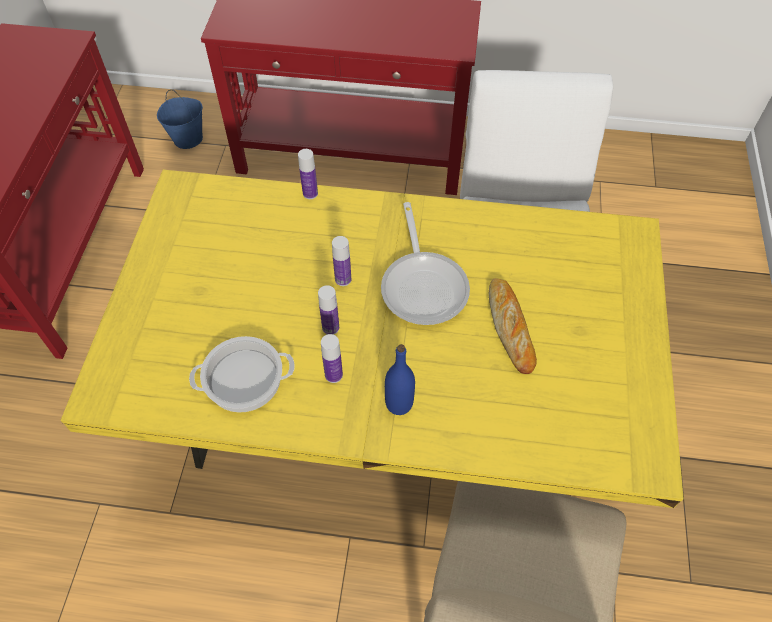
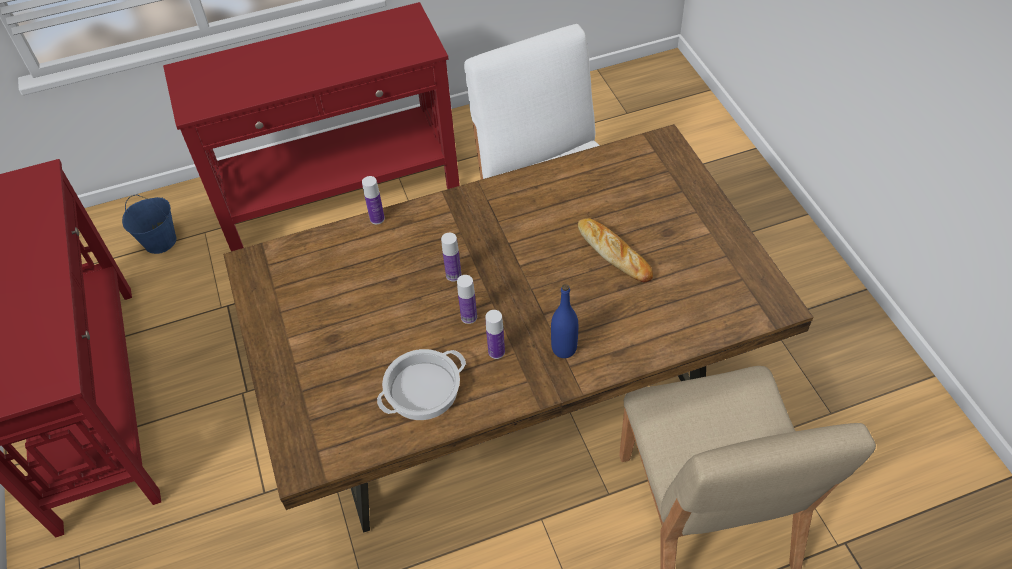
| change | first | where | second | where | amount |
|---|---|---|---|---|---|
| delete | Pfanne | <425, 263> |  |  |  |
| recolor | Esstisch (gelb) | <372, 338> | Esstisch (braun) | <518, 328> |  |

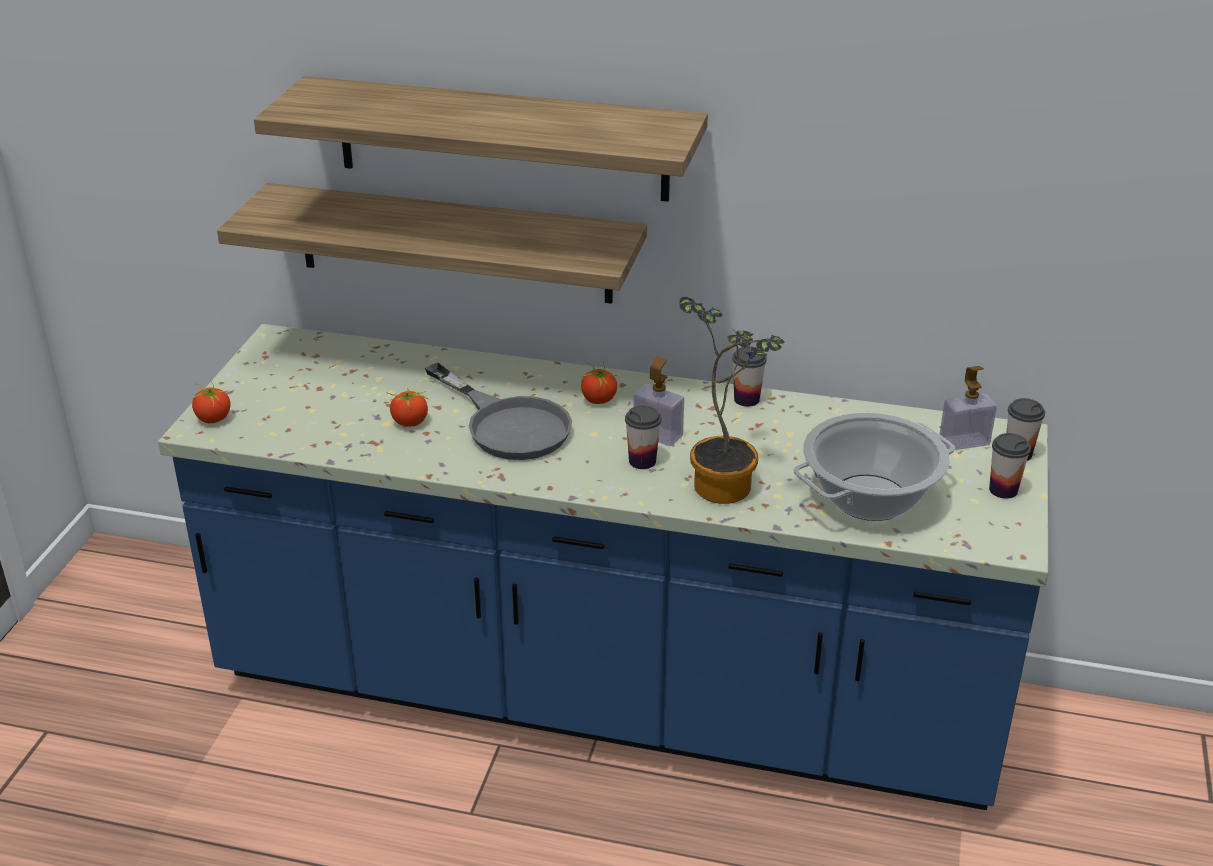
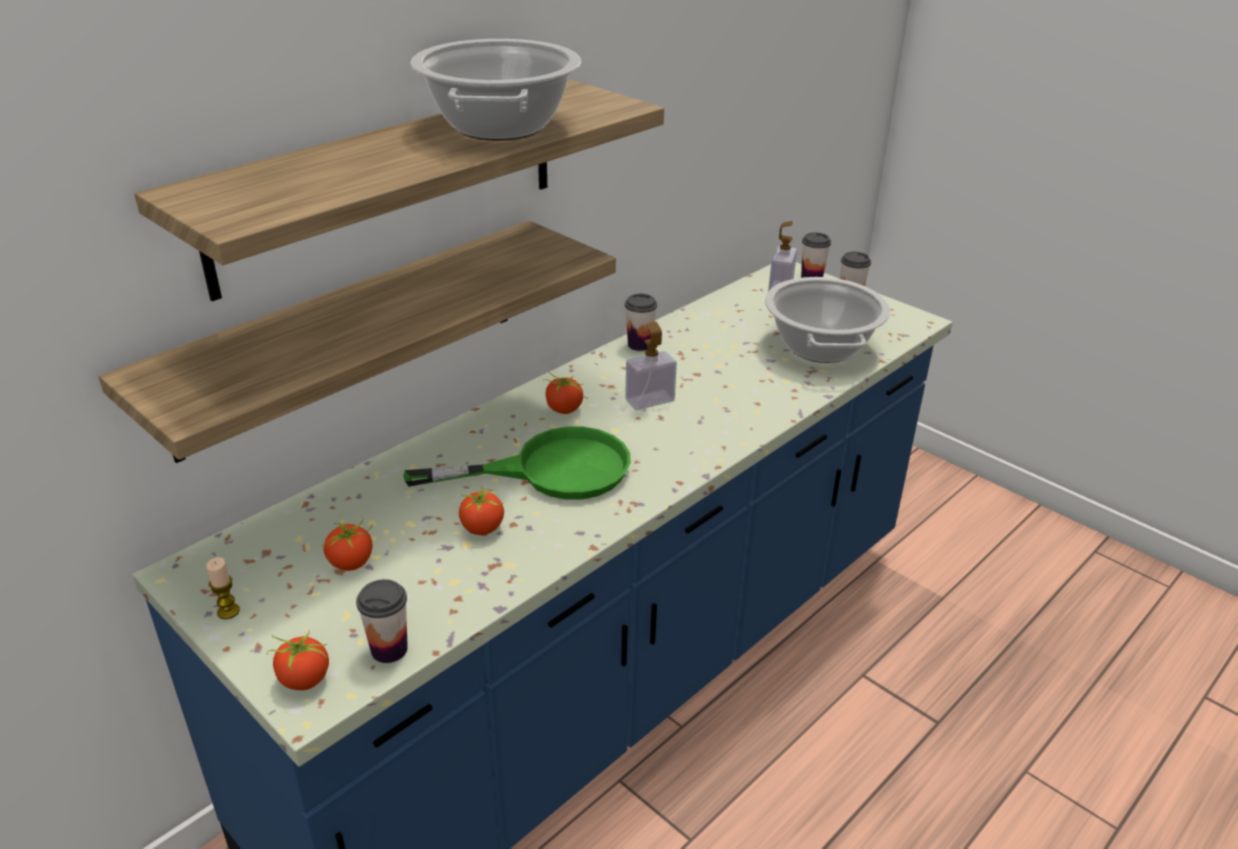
| change | first | where | second | where | amount |
|---|---|---|---|---|---|
| delete | Topfpflanze | <732, 400> |  |  |  |
| insert |  |  | Kerze | <223, 588> |  |
| insert |  |  | Tomate | <347, 543> |  |
| insert |  |  | Kochtopf | <495, 90> |  |
| move | Tasse | <643, 437> |  | <382, 621> |  |
| recolor | Pfanne (grau) | <498, 411> | Pfanne (grün) | <517, 463> |  |

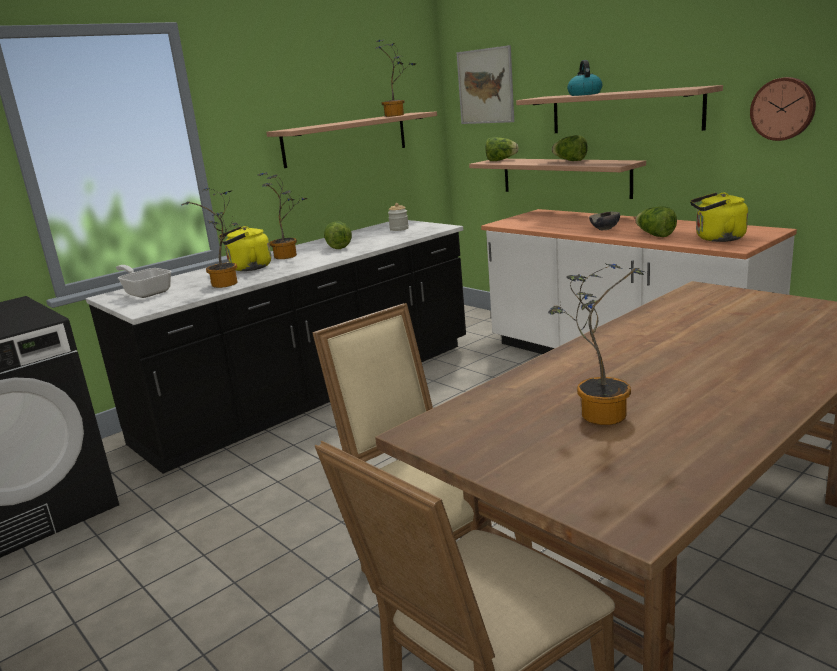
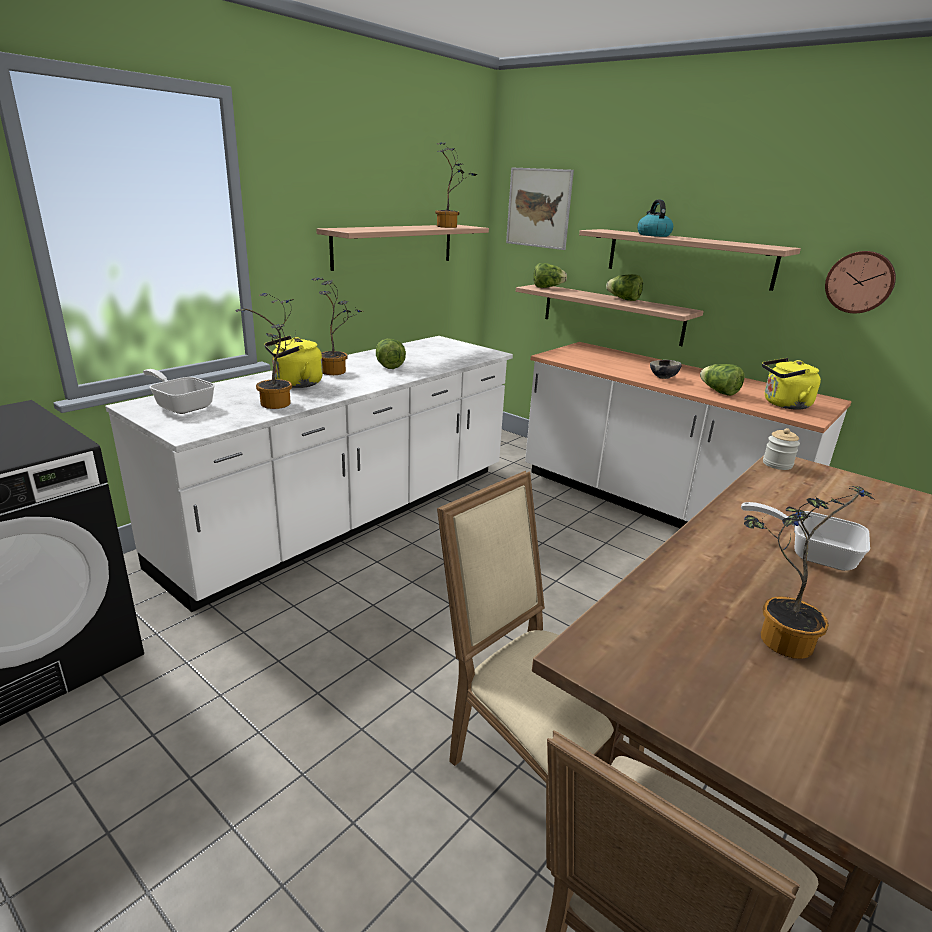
| change | first | where | second | where | amount |
|---|---|---|---|---|---|
| insert |  |  | Pfanne | <805, 536> |  |
| move | Vorratsglas | <398, 217> |  | <781, 449> |  |
| recolor | Küchenzeile (schwarz) | <276, 347> | Küchenzeile (weiß) | <309, 474> |  |

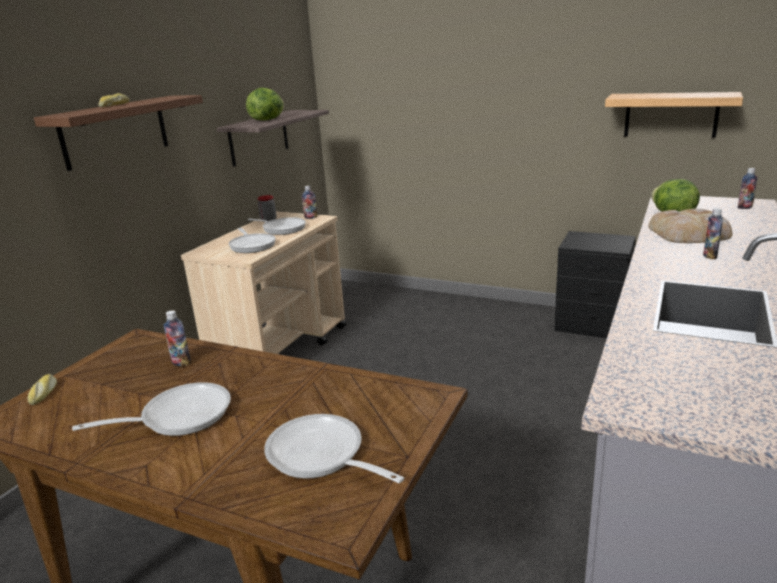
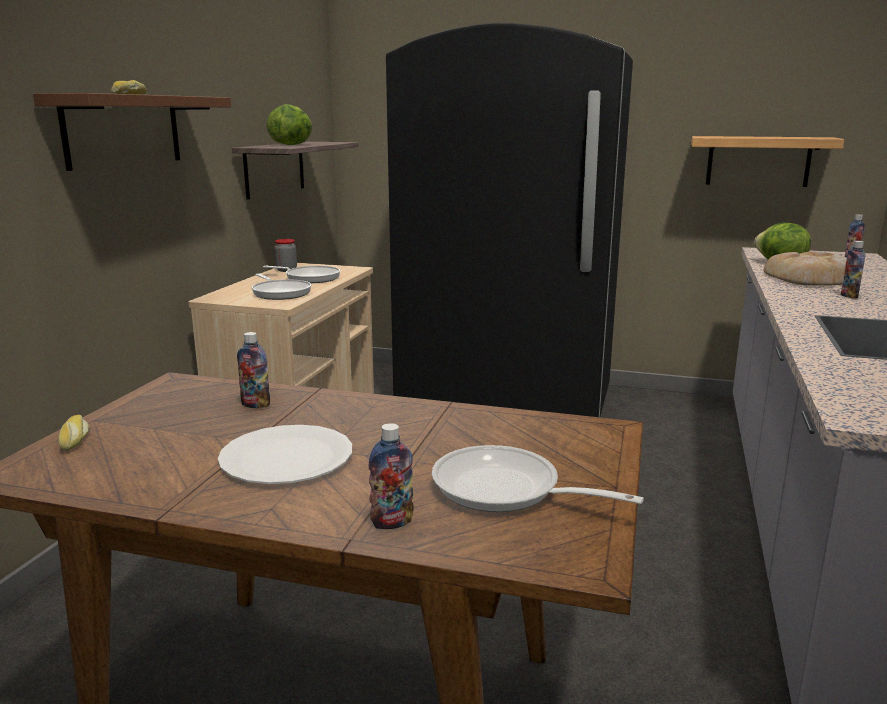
| change | first | where | second | where | amount |
|---|---|---|---|---|---|
| delete | Nachttisch (schwarz) | <595, 284> |  |  |  |
| insert |  |  | Kühlschrank (schwarz) | <509, 220> |  |
| move | Flasche | <310, 202> |  | <391, 476> |  |
| replace | Pfanne | <151, 409> | Teller (weiß) | <285, 454> |  |

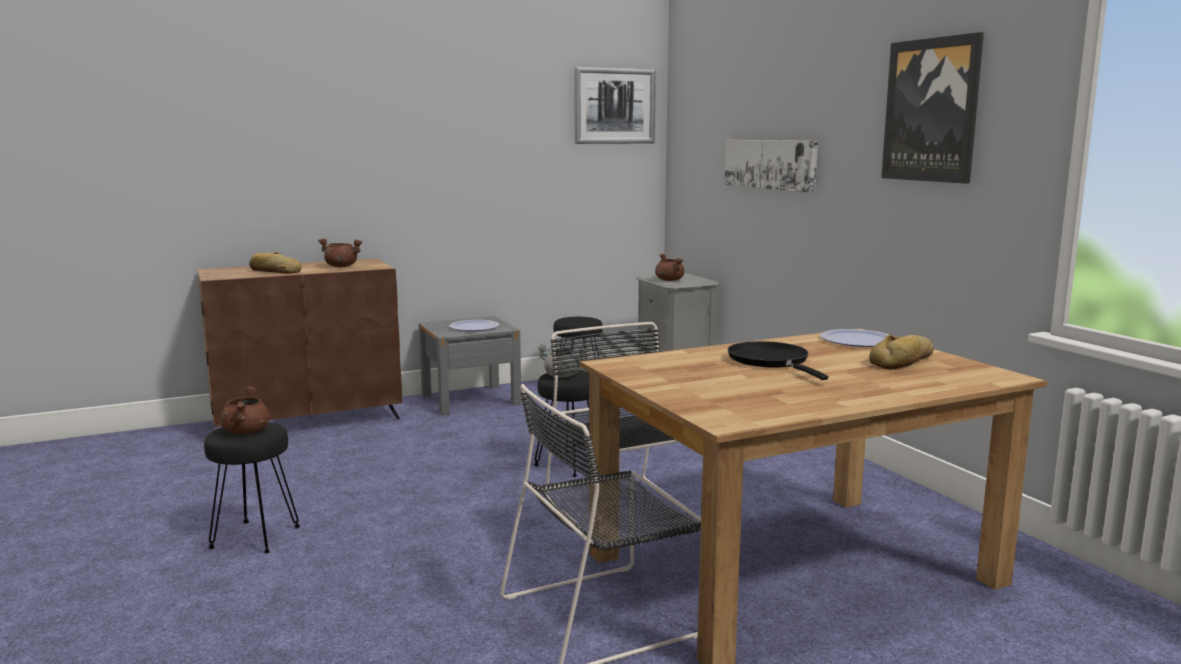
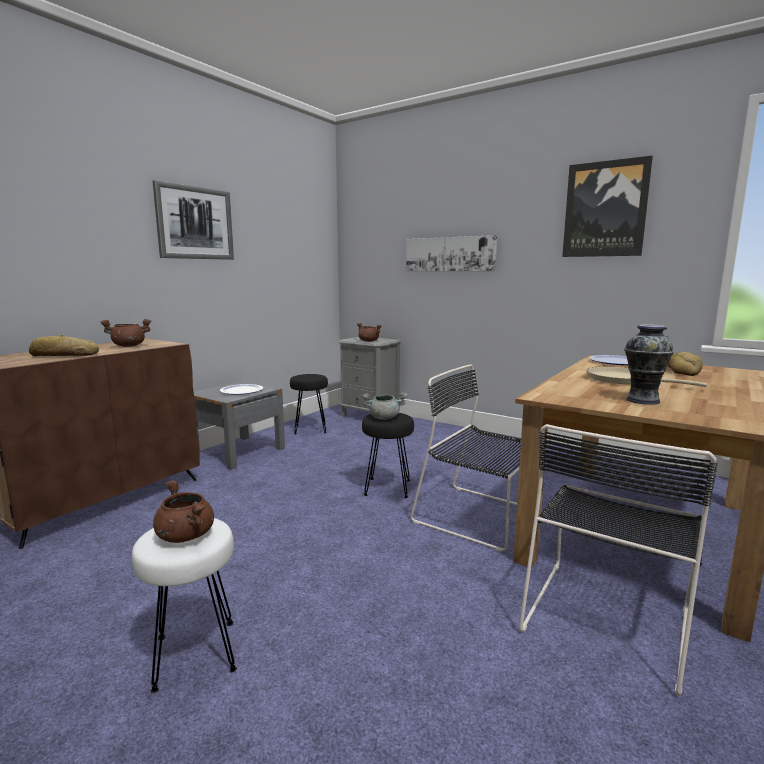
| change | first | where | second | where | amount |
|---|---|---|---|---|---|
| insert |  |  | Vase | <648, 364> |  |
| move | Bild | <615, 105> |  | <193, 220> |  |
| recolor | Hocker (schwarz) | <252, 488> | Hocker (weiß) | <184, 605> |  |
| recolor | Pfanne (schwarz) | <778, 360> | Pfanne (beige) | <647, 377> |  |

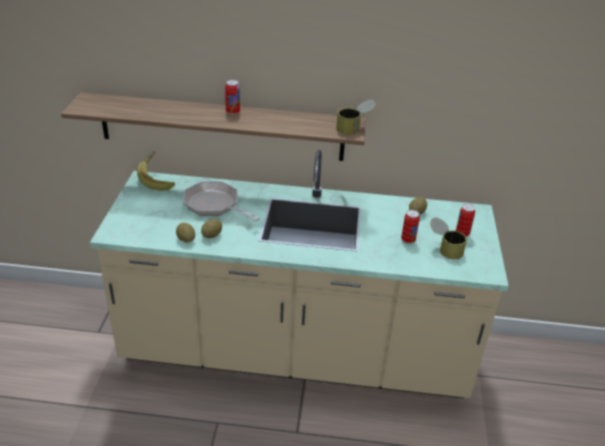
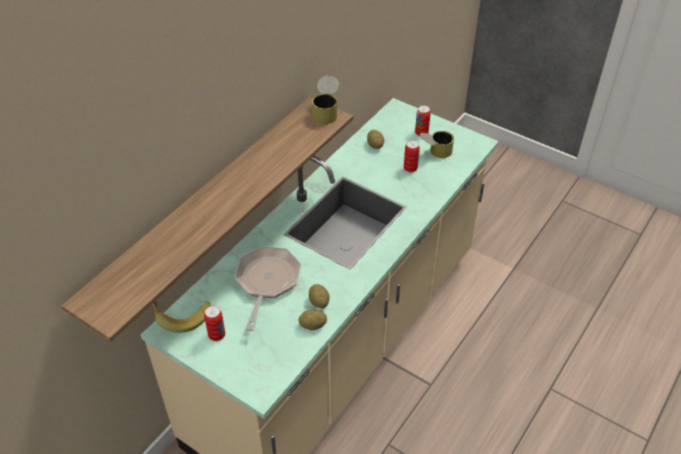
| change | first | where | second | where | amount |
|---|---|---|---|---|---|
| move | Dose | <232, 97> |  | <214, 323> |  |
| rotate | Pfanne | <221, 201> |  | <267, 288> | 120 degrees clockwise |

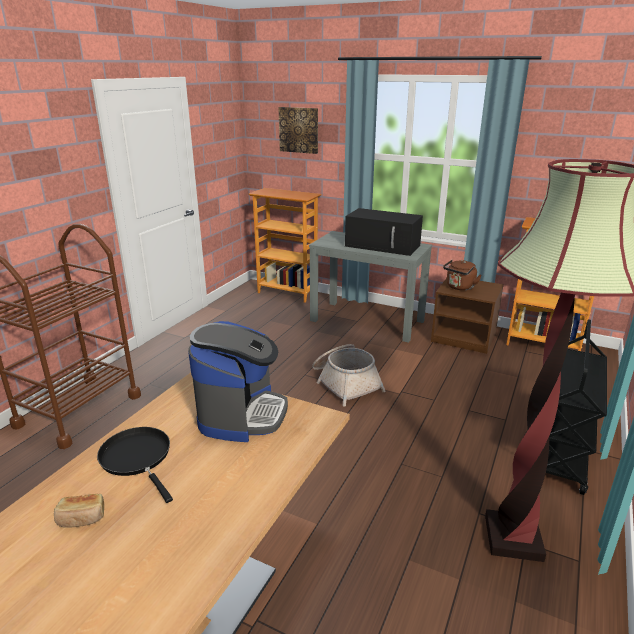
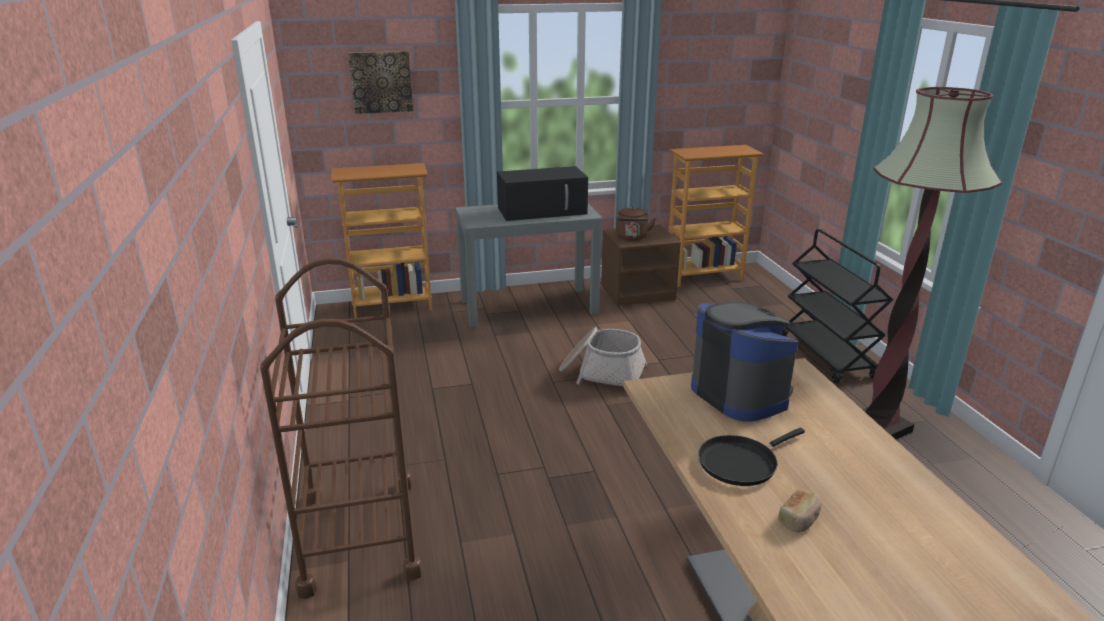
| change | first | where | second | where | amount |
|---|---|---|---|---|---|
| rotate | Pfanne (schwarz) | <135, 465> |  | <751, 457> | 45 degrees counterclockwise |

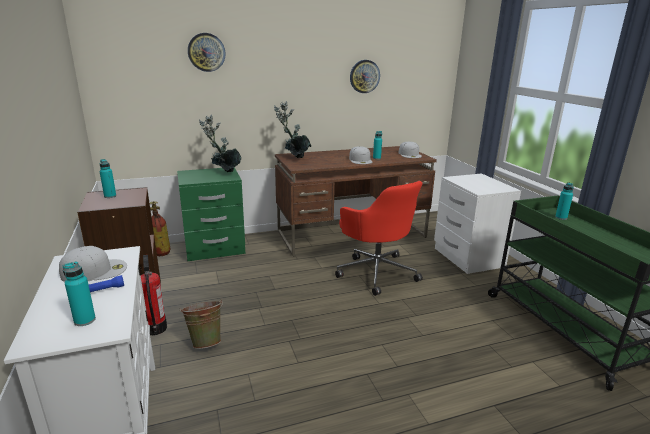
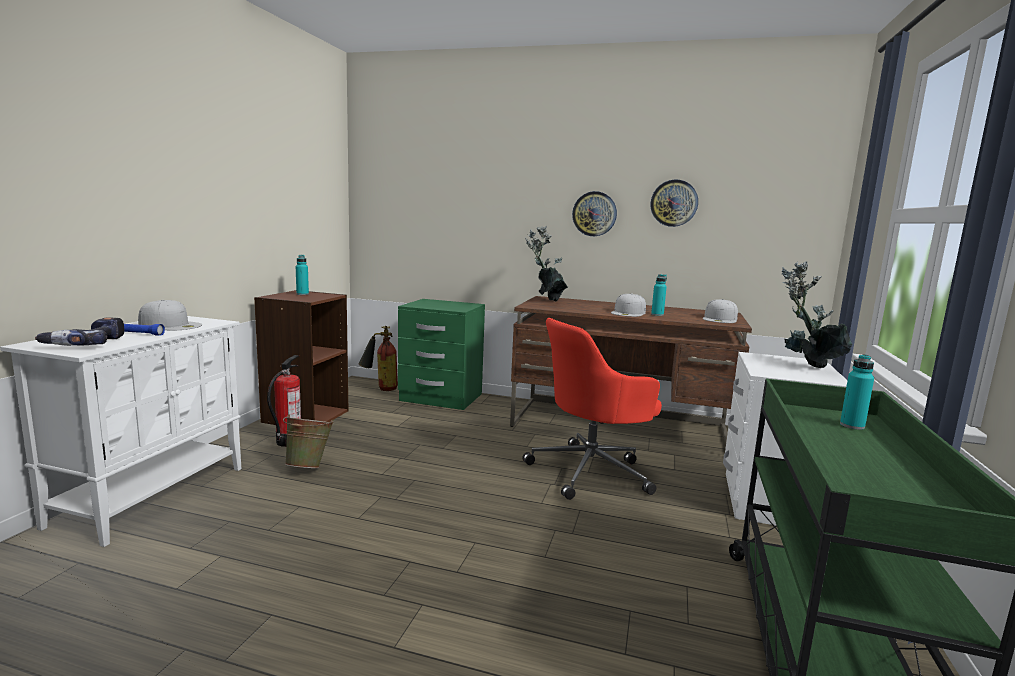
| change | first | where | second | where | amount |
|---|---|---|---|---|---|
| move | Wanduhr | <206, 52> |  | <594, 213> |  |
| move | Topfpflanze | <220, 143> |  | <817, 314> |  |
| replace | Flasche (türkis) | <79, 294> | Bohrmaschine | <80, 331> |  |
| rotate | Bürostuhl (rot) | <379, 238> |  | <592, 409> | 60 degrees clockwise |

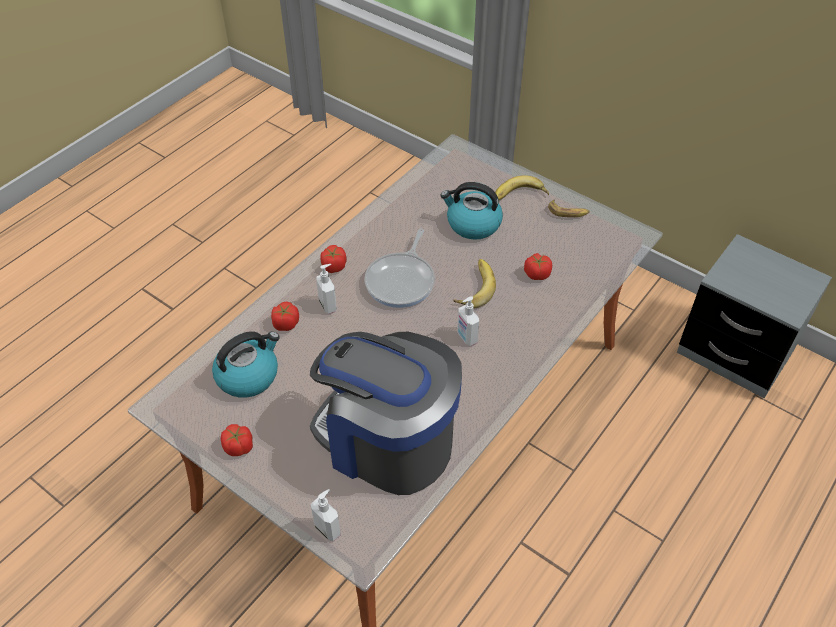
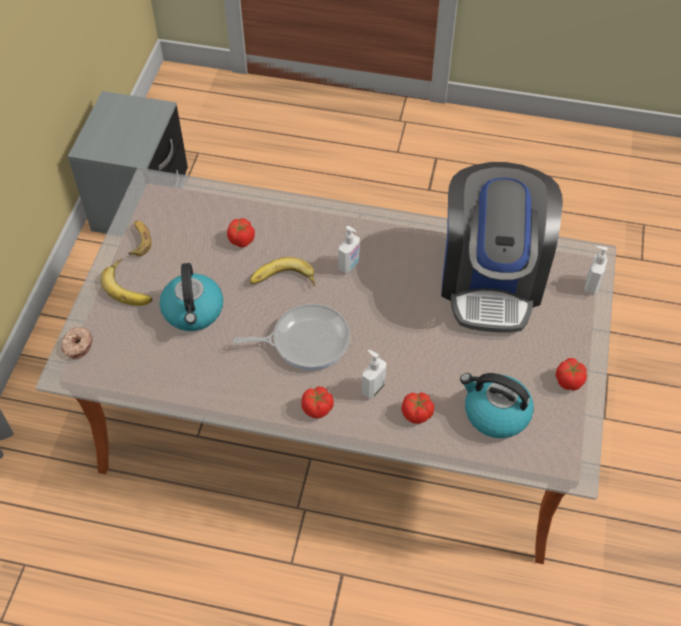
| change | first | where | second | where | amount |
|---|---|---|---|---|---|
| insert |  |  | Donut | <77, 343> |  |

